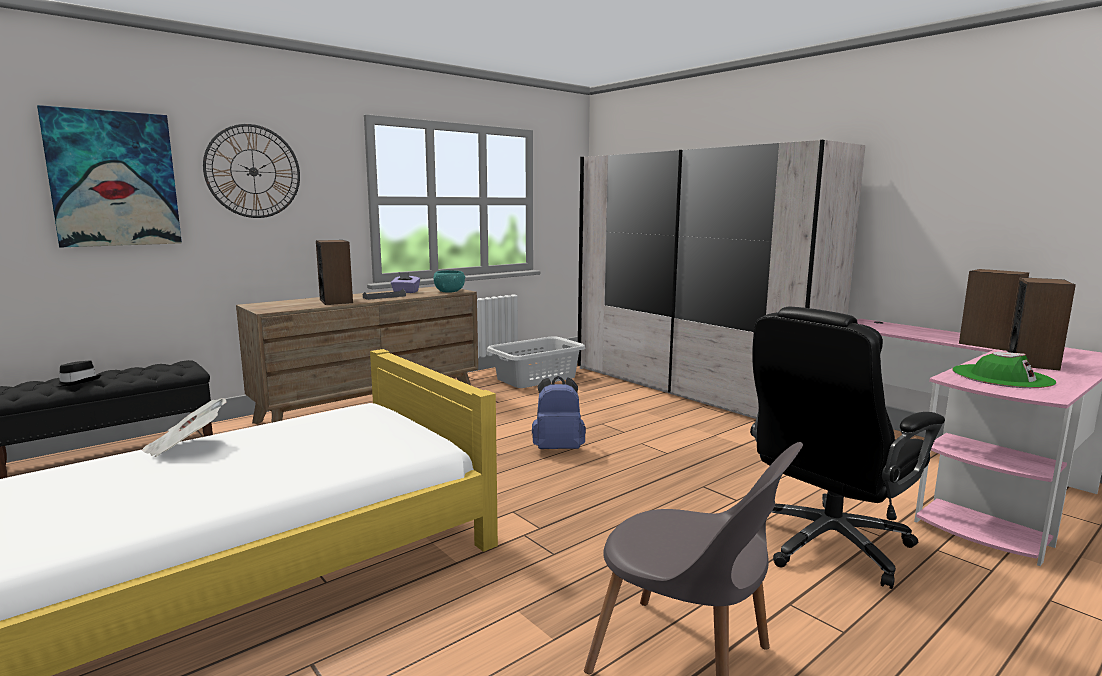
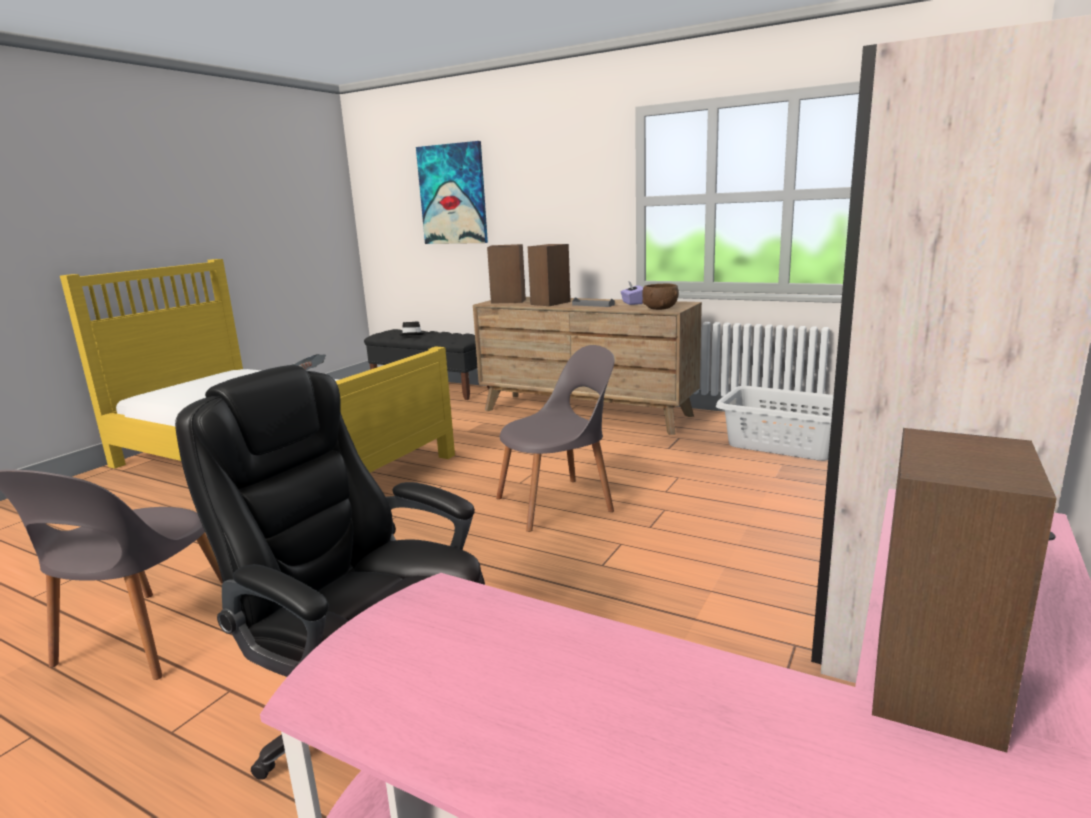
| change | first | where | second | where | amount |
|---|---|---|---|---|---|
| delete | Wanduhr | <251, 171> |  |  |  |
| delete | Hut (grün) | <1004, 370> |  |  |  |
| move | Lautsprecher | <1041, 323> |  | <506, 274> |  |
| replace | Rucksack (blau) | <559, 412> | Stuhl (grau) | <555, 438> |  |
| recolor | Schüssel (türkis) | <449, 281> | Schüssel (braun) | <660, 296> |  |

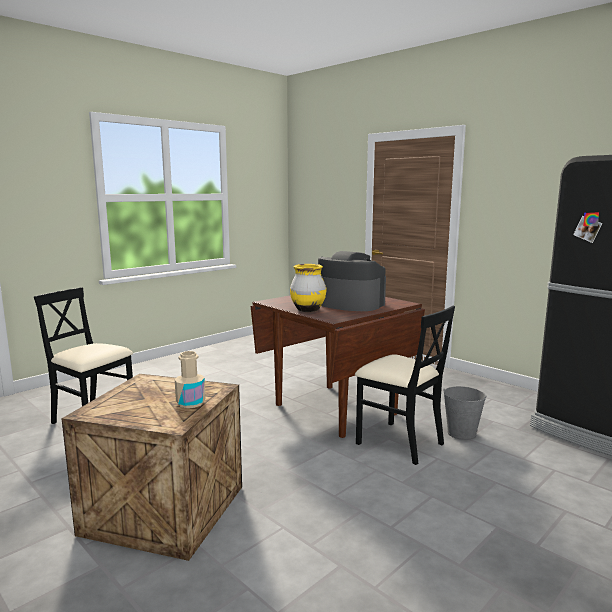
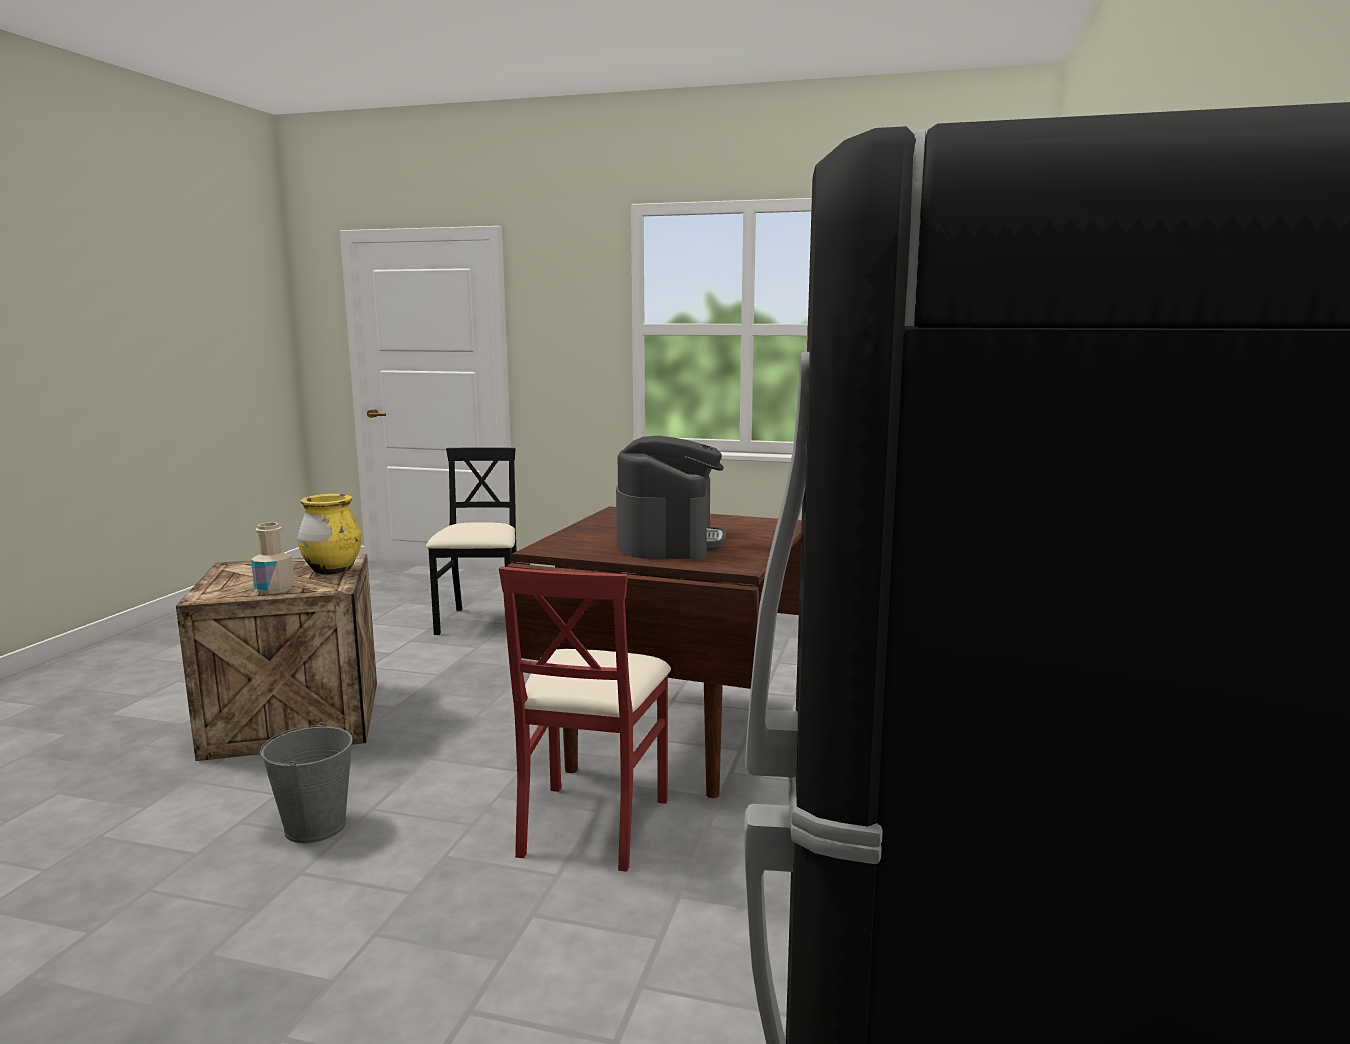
| change | first | where | second | where | amount |
|---|---|---|---|---|---|
| move | Vase (gelb) | <308, 288> |  | <329, 534> |  |
| move | Eimer (grau) | <465, 413> |  | <306, 782> |  |
| recolor | Stuhl (schwarz) | <405, 385> | Stuhl (rot) | <585, 719> |  |

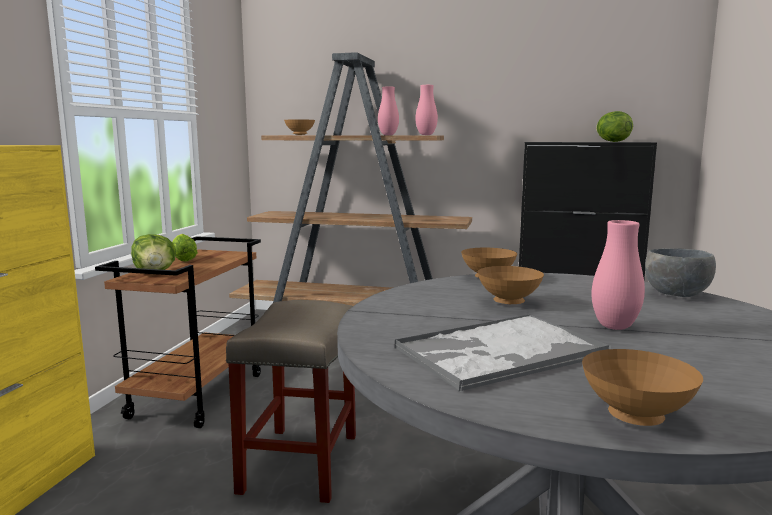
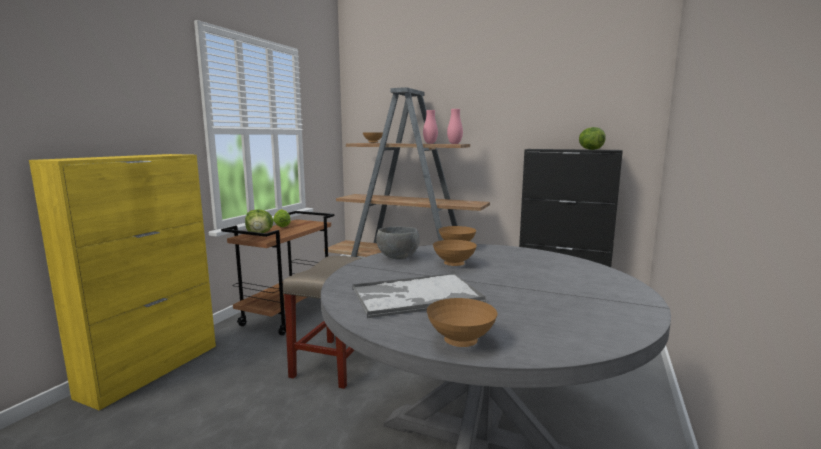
| change | first | where | second | where | amount |
|---|---|---|---|---|---|
| delete | Vase (rosa) | <618, 275> |  |  |  |
| move | Schüssel (grau) | <680, 272> |  | <398, 243> |  |

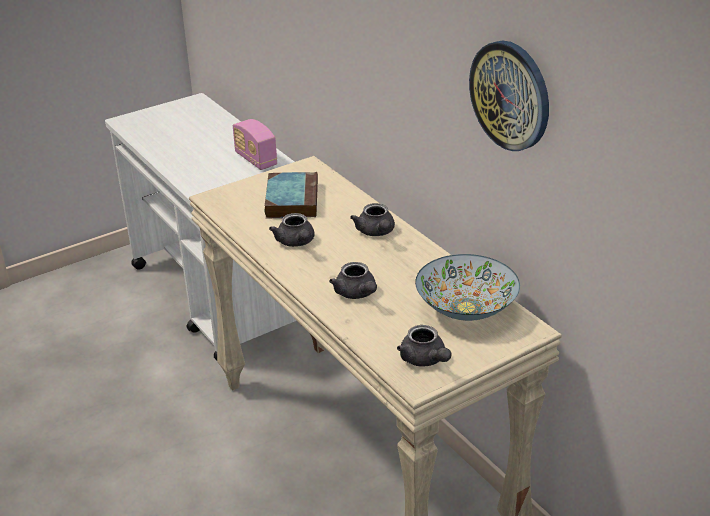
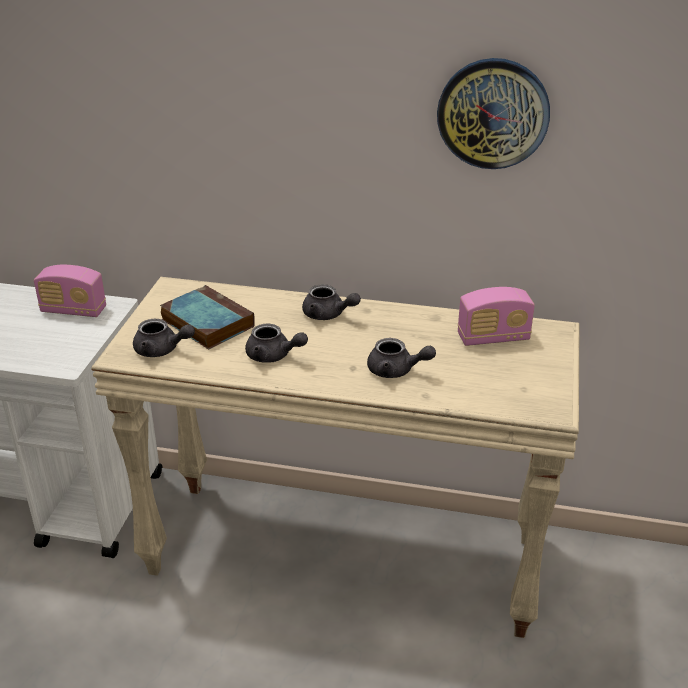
| change | first | where | second | where | amount |
|---|---|---|---|---|---|
| move | Teekanne (grau) | <424, 346> |  | <164, 338> |  |
| replace | Schüssel | <467, 287> | Radio | <496, 316> |  |

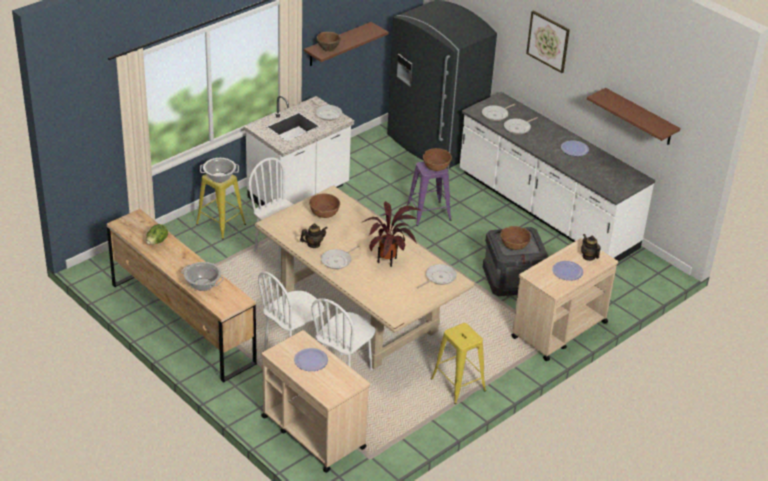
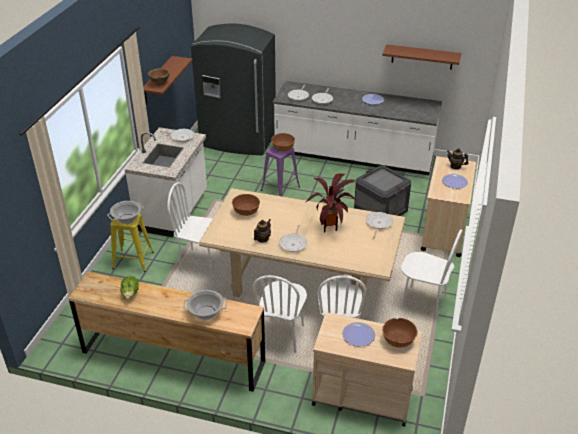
| change | first | where | second | where | amount |
|---|---|---|---|---|---|
| delete | Bild | <548, 42> |  |  |  |
| move | Schüssel (braun) | <516, 238> |  | <400, 333> |  |
| replace | Hocker (gelb) | <458, 363> | Stuhl (weiß) | <432, 274> |  |

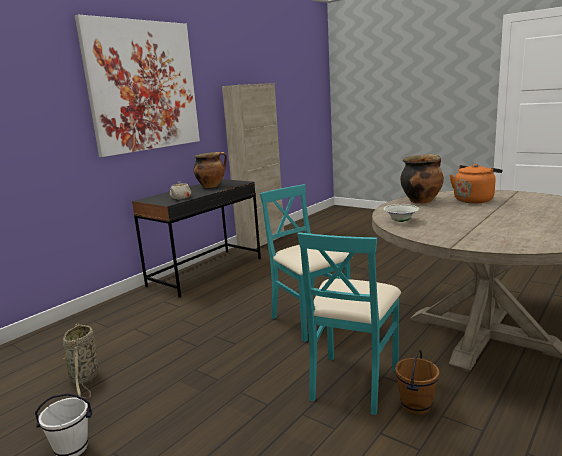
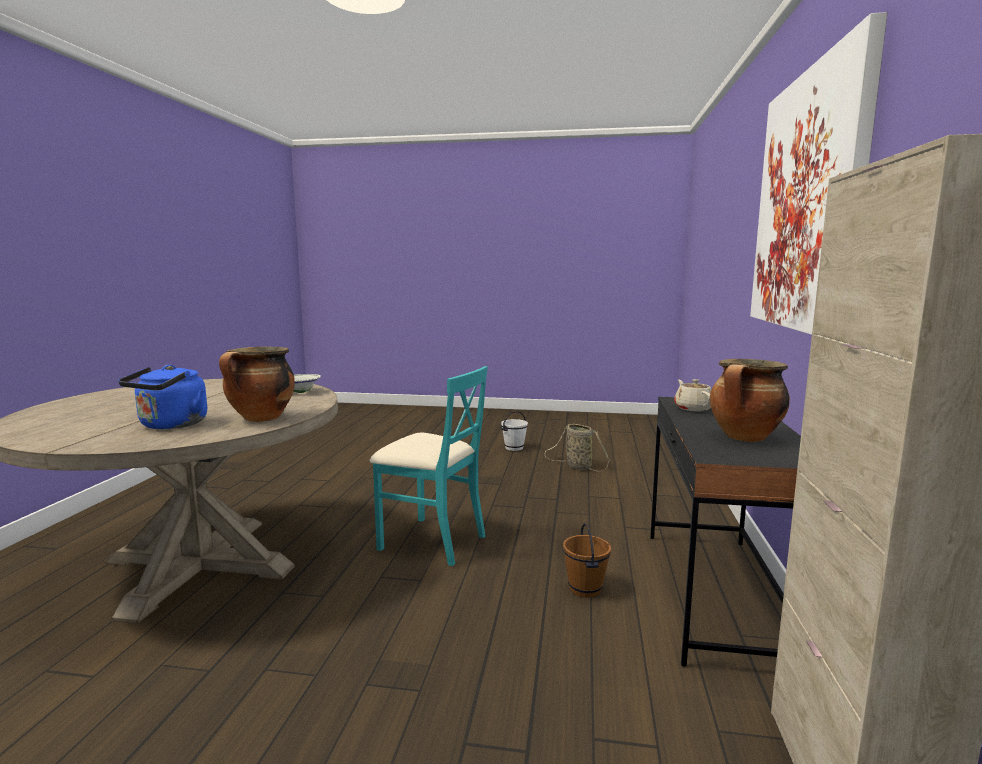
| change | first | where | second | where | amount |
|---|---|---|---|---|---|
| delete | Stuhl (türkis) | <349, 323> |  |  |  |
| move | Eimer (braun) | <417, 382> |  | <587, 560> |  |
| recolor | Wasserkessel (orange) | <476, 183> | Wasserkessel (blau) | <162, 397> |  |

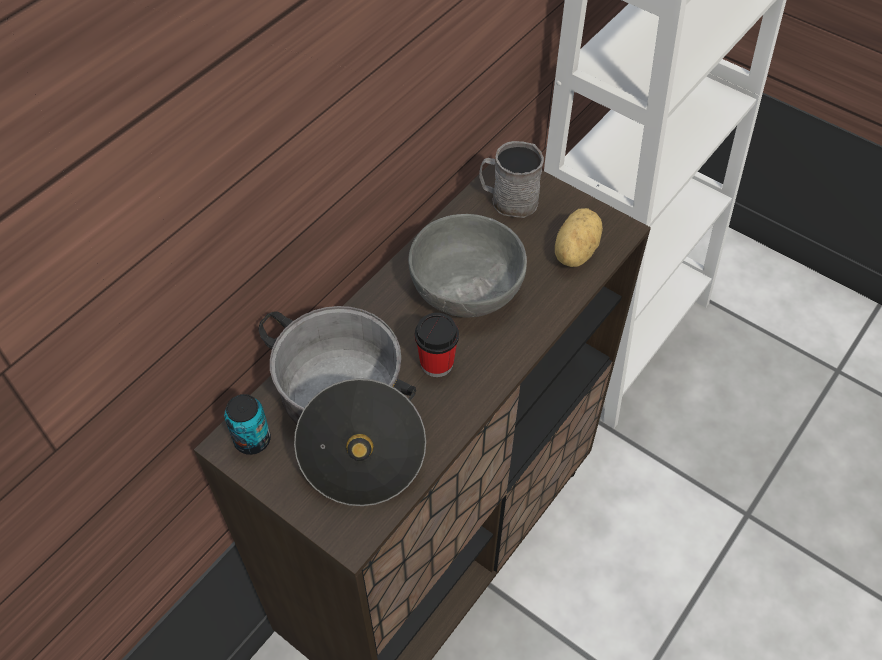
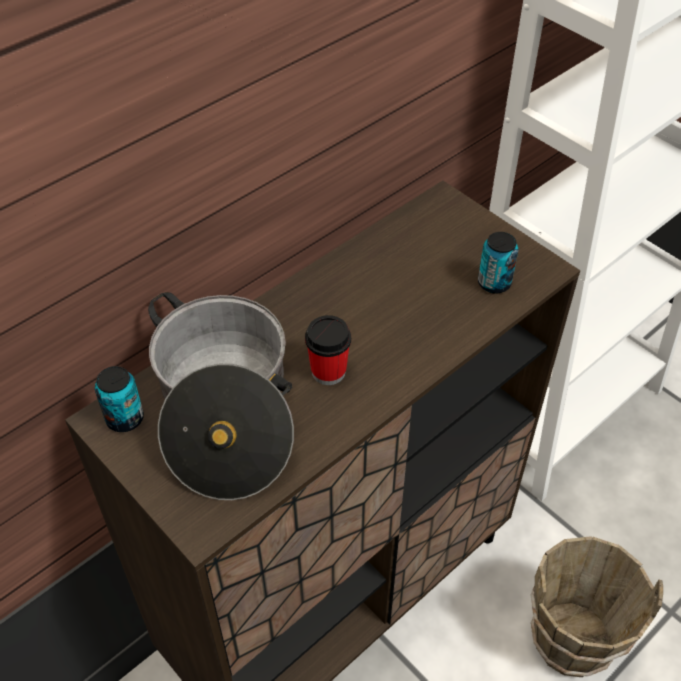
| change | first | where | second | where | amount |
|---|---|---|---|---|---|
| delete | Schüssel (grau) | <467, 266> |  |  |  |
| delete | Henkelbecher (grau) | <511, 179> |  |  |  |
| insert |  |  | Eimer (braun) | <596, 606> |  |
| replace | Kartoffel | <579, 237> | Dose | <498, 263> |  |

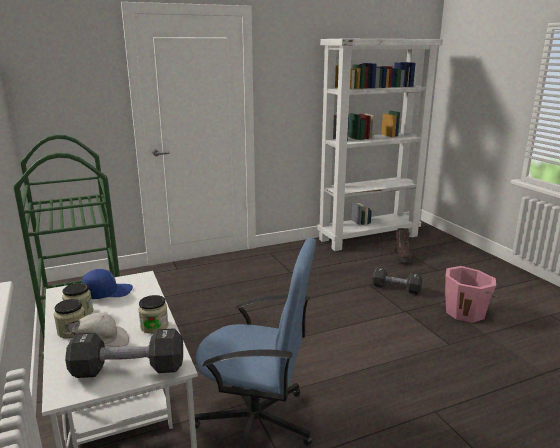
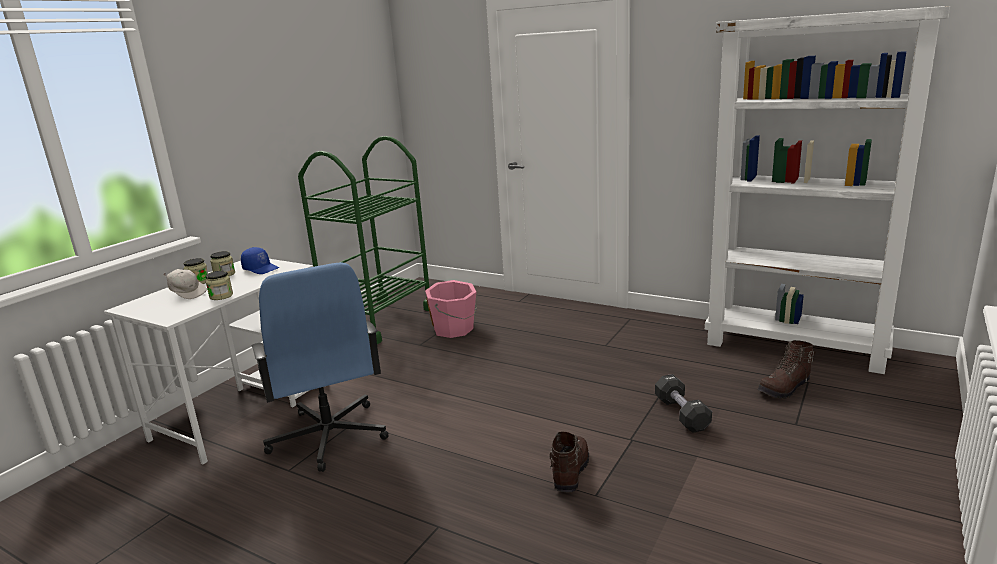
| change | first | where | second | where | amount |
|---|---|---|---|---|---|
| delete | Hantel (schwarz) | <124, 353> |  |  |  |
| insert |  |  | Stiefel (braun) | <569, 461> |  |
| move | Eimer (rosa) | <471, 294> |  | <451, 309> |  |

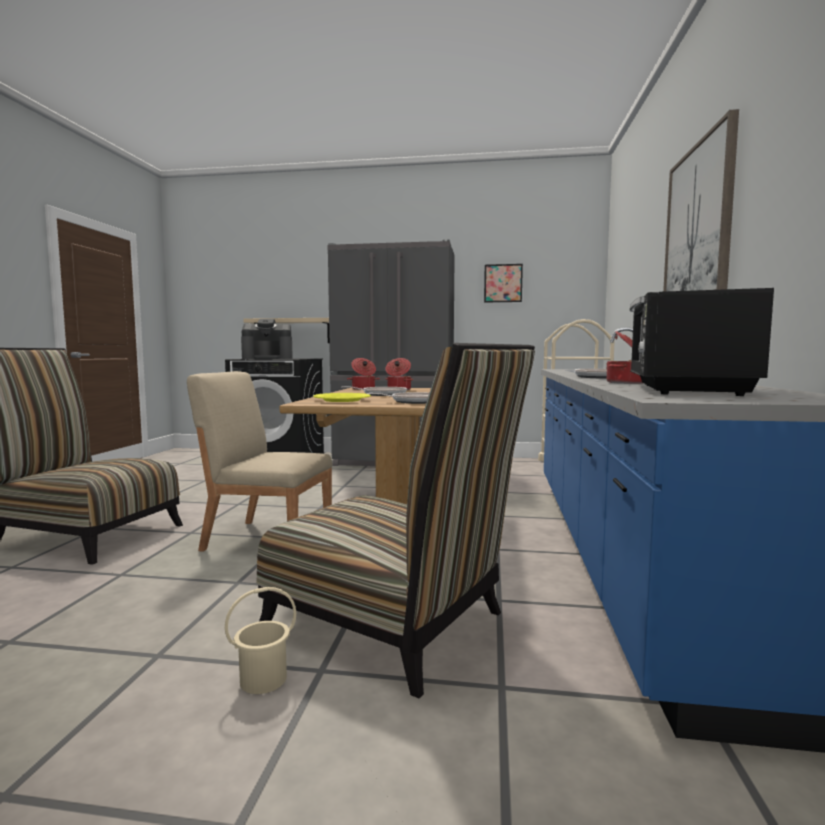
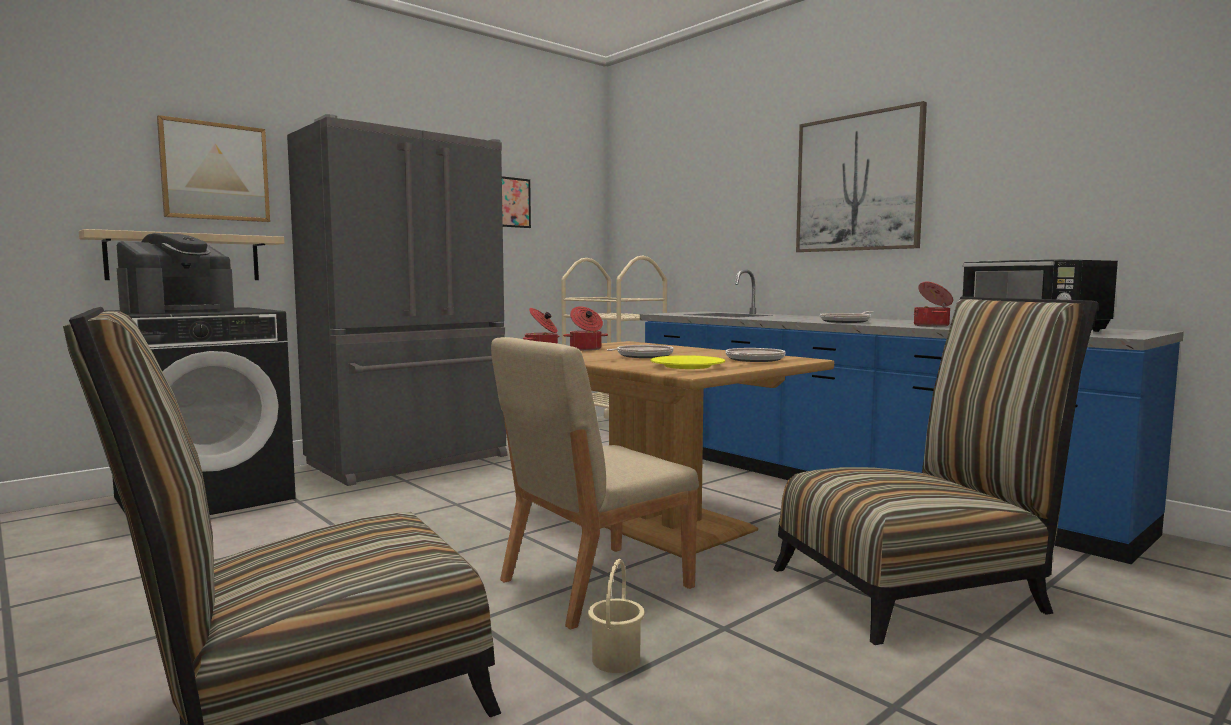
| change | first | where | second | where | amount |
|---|---|---|---|---|---|
| insert |  |  | Bild | <213, 168> |  |
| move | Eimer (beige) | <260, 640> |  | <616, 616> |  |

